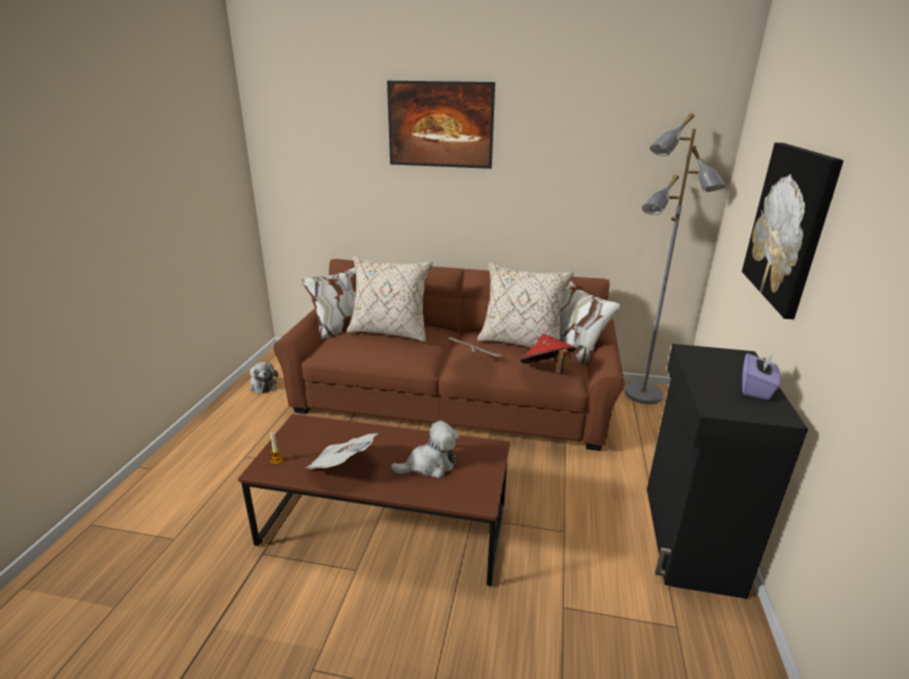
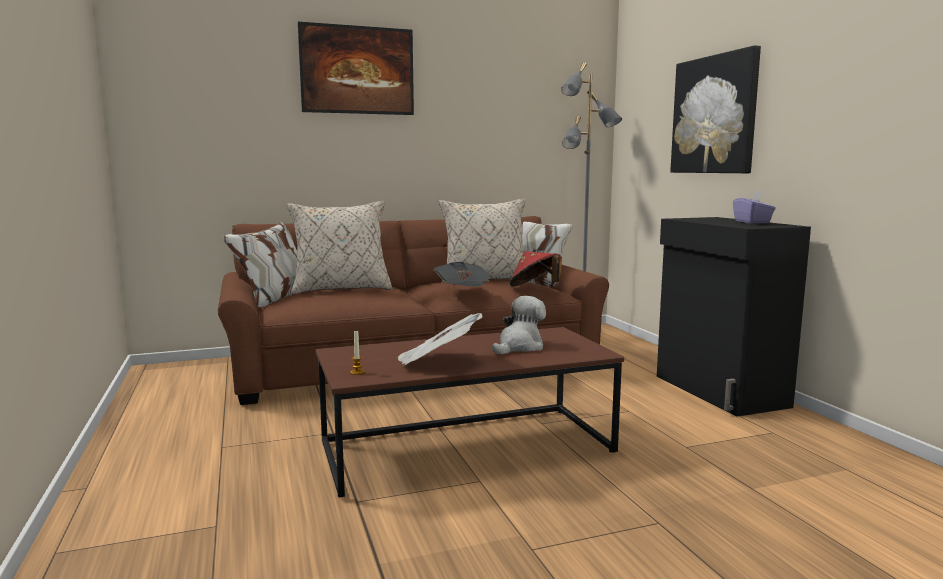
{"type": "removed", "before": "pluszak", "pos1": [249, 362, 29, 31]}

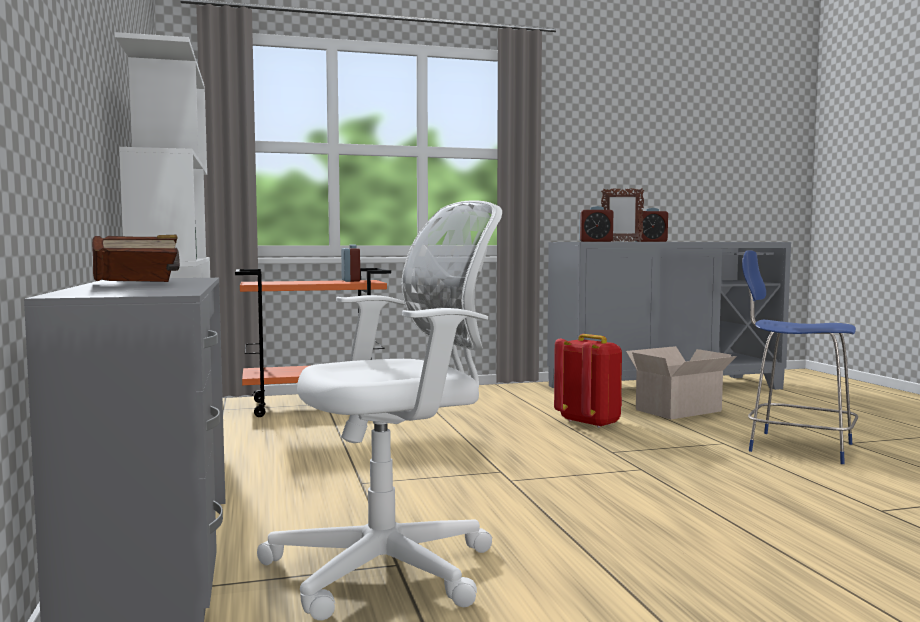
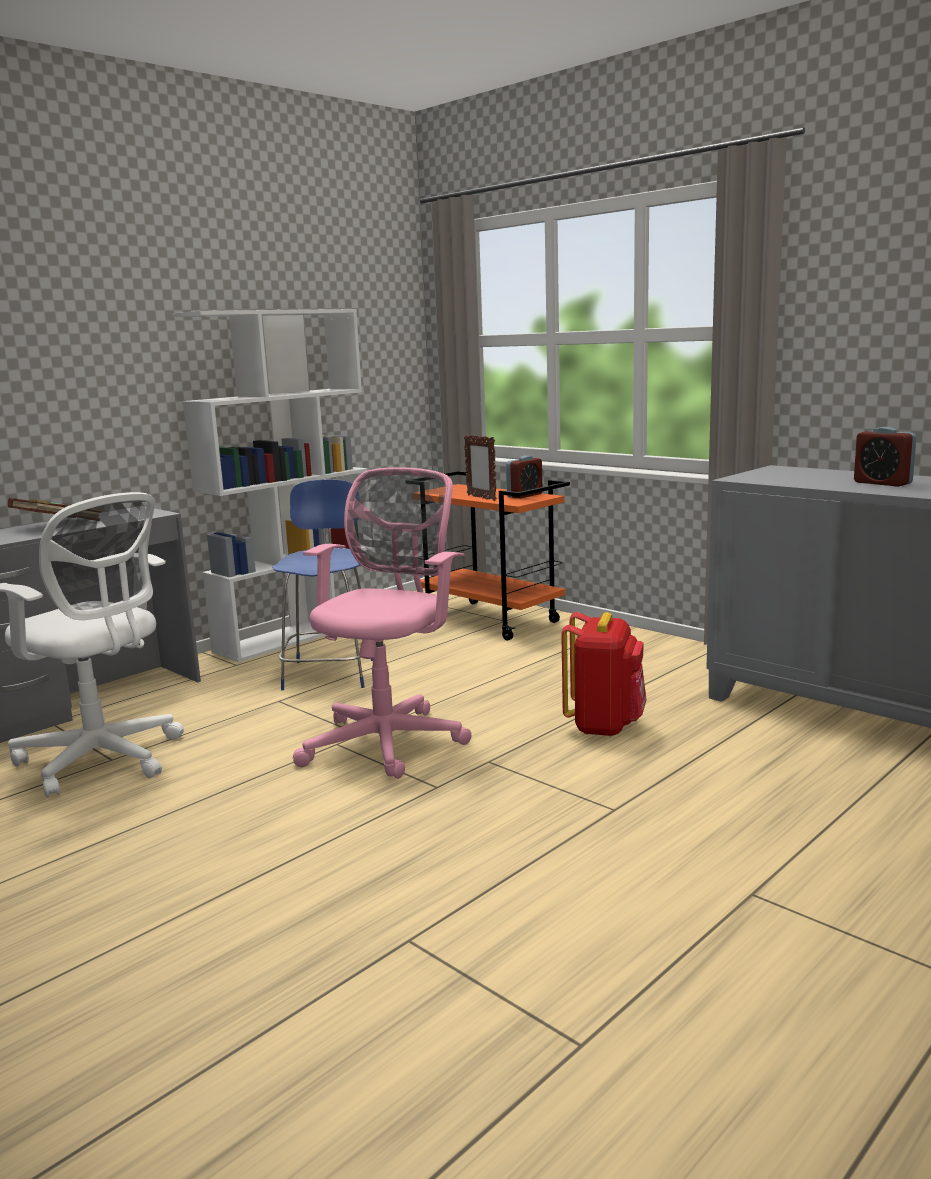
{"type": "removed", "before": "budzik", "pos1": [579, 206, 34, 36]}
{"type": "removed", "before": "karton", "pos1": [626, 346, 111, 73]}
{"type": "added", "after": "krzesło biurowe/różowy", "pos2": [292, 467, 179, 312]}
{"type": "moved", "before": "ramka na zdjęcie", "pos1": [601, 188, 43, 54], "pos2": [464, 435, 33, 66]}
{"type": "moved", "before": "krzesło/niebieski", "pos1": [742, 250, 116, 214], "pos2": [272, 479, 101, 211]}

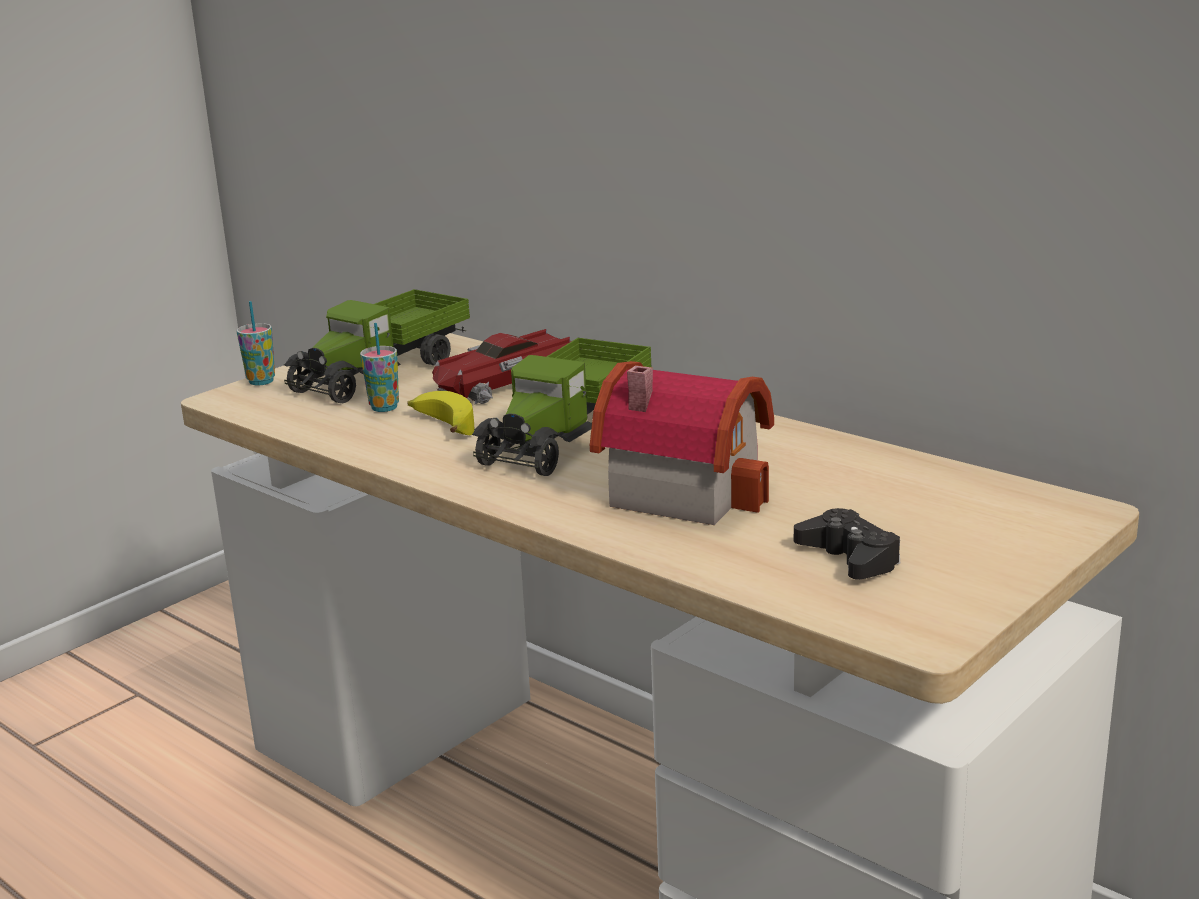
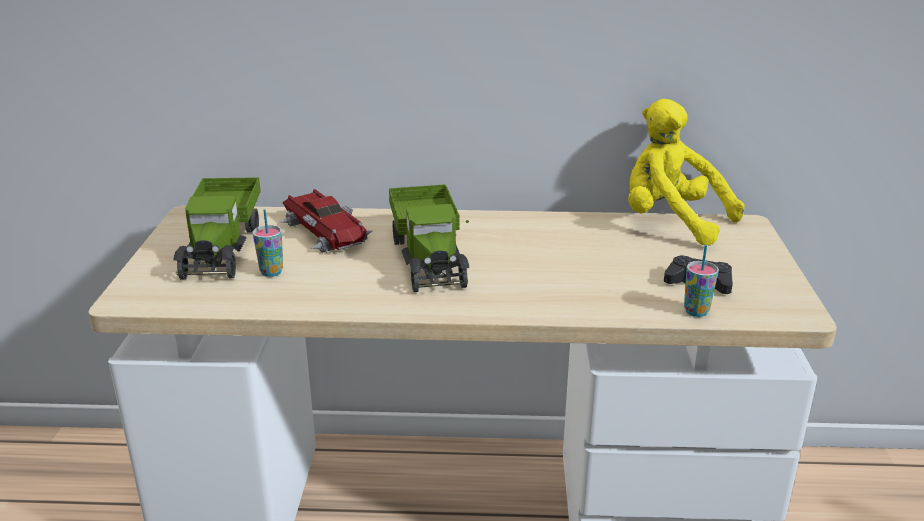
{"type": "removed", "before": "banan", "pos1": [407, 391, 67, 44]}
{"type": "removed", "before": "domek", "pos1": [590, 361, 184, 164]}
{"type": "added", "after": "pluszak/żółty", "pos2": [628, 99, 117, 147]}
{"type": "moved", "before": "filiżanka", "pos1": [237, 301, 38, 85], "pos2": [684, 245, 35, 72]}
{"type": "turned", "before": "samochodzik", "pos1": [432, 329, 149, 76], "pos2": [280, 189, 92, 65], "turn": -45}

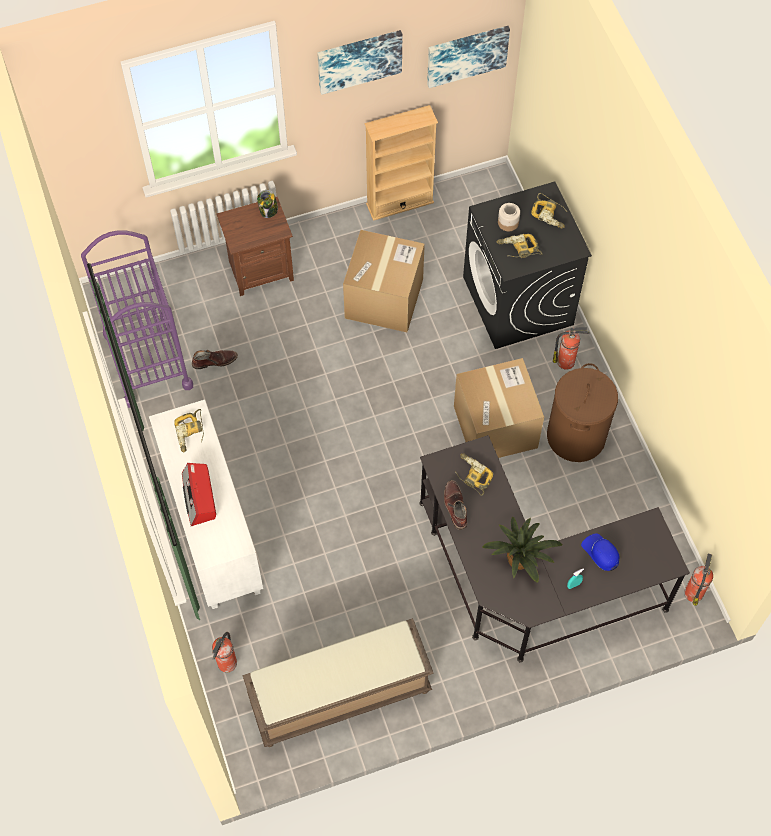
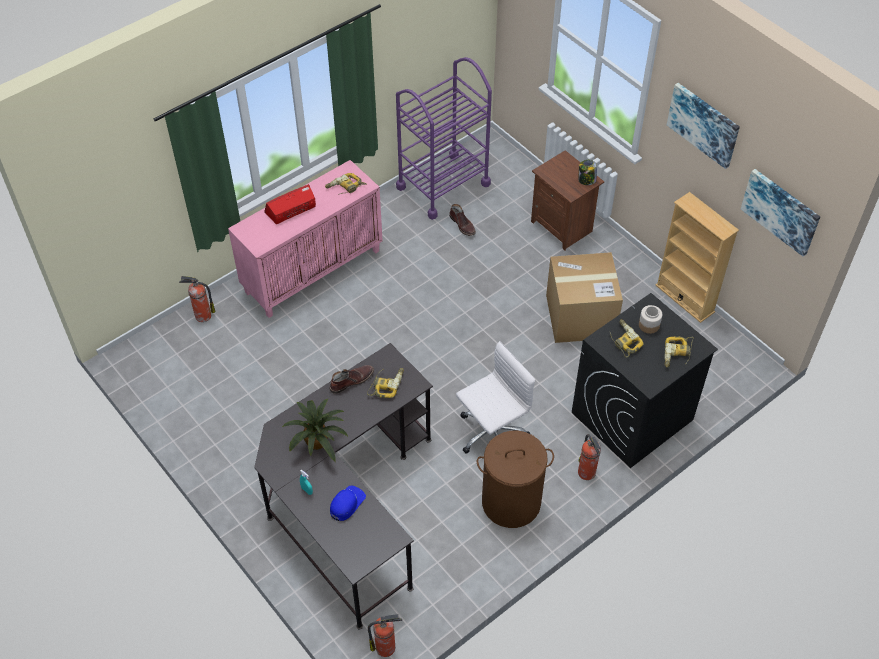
{"type": "removed", "before": "ławka/brązowy", "pos1": [242, 618, 192, 129]}
{"type": "replaced", "before": "karton", "after": "krzesło biurowe/biały", "pos1": [454, 358, 90, 100], "pos2": [456, 341, 79, 113]}
{"type": "recoloured", "before": "szafka/biały", "after": "szafka/różowy", "pos1": [149, 399, 114, 210], "pos2": [228, 160, 155, 158]}

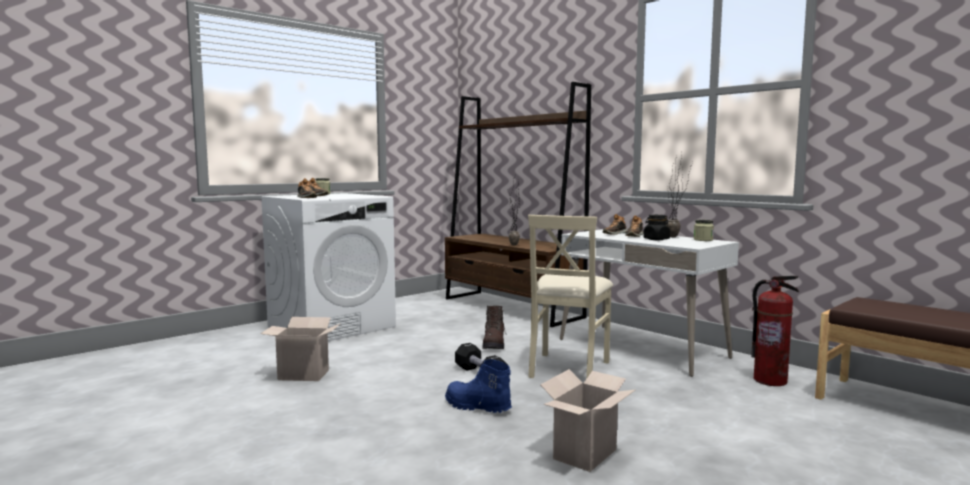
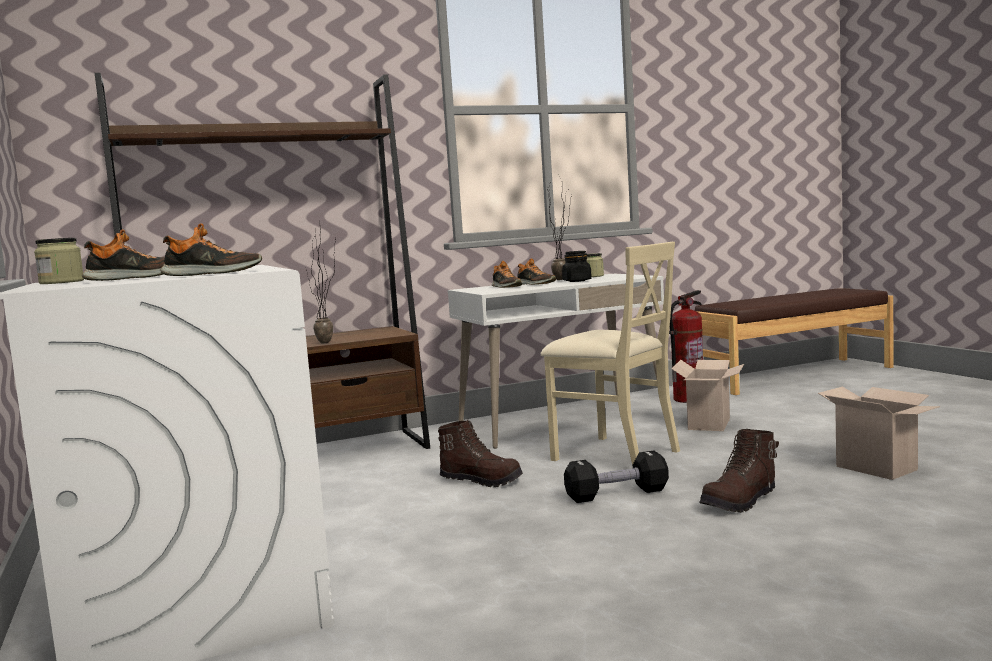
{"type": "moved", "before": "karton", "pos1": [260, 317, 81, 64], "pos2": [671, 360, 73, 71]}
{"type": "recoloured", "before": "but z cholewką/niebieski", "after": "but z cholewką/brązowy", "pos1": [445, 359, 67, 54], "pos2": [699, 429, 80, 84]}

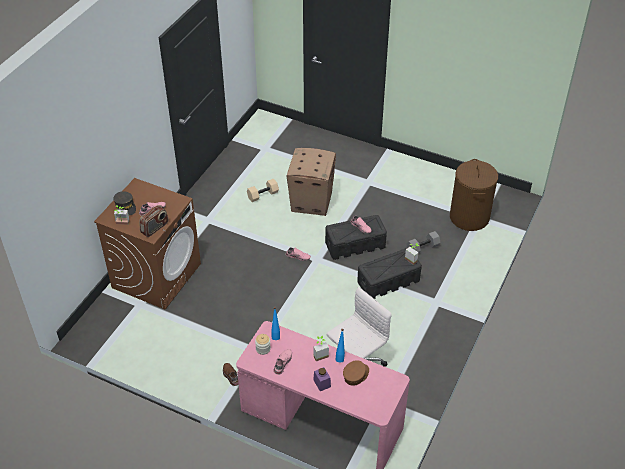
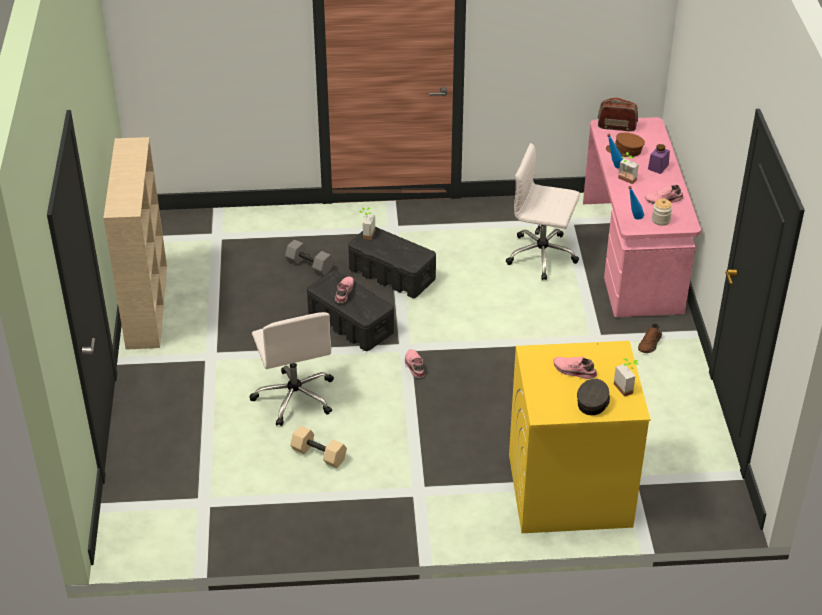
{"type": "removed", "before": "kosz na pranie/brązowy", "pos1": [450, 159, 48, 72]}
{"type": "added", "after": "regał/beżowy", "pos2": [104, 137, 63, 213]}
{"type": "moved", "before": "radio", "pos1": [139, 205, 29, 32], "pos2": [598, 97, 40, 34]}
{"type": "replaced", "before": "karton", "after": "krzesło biurowe/biały", "pos1": [287, 148, 49, 68], "pos2": [249, 312, 85, 114]}
{"type": "recoloured", "before": "pralka/brązowy", "after": "pralka/żółty", "pos1": [94, 178, 107, 131], "pos2": [509, 341, 141, 192]}

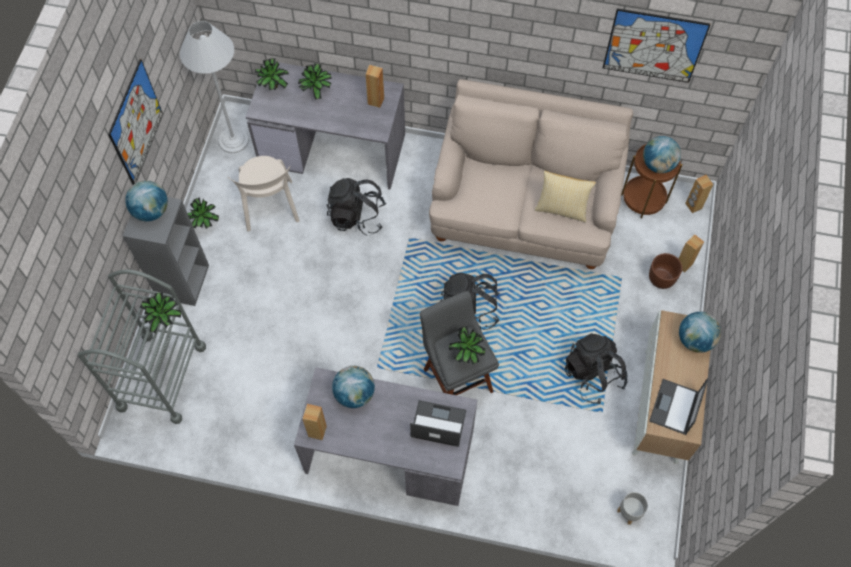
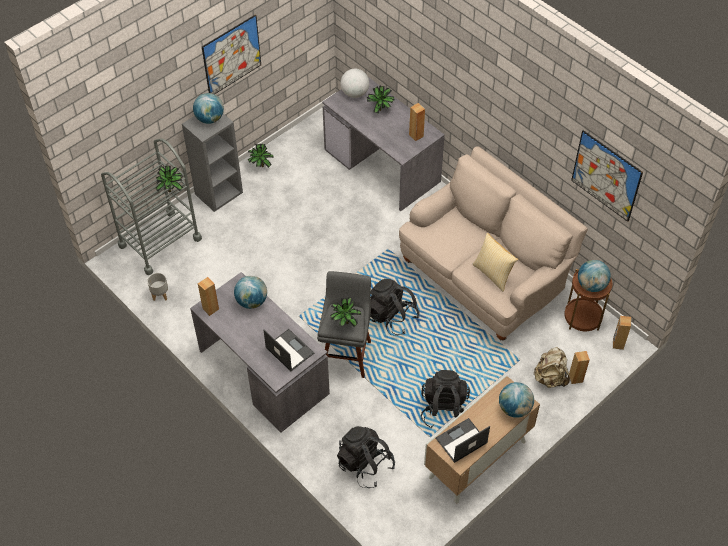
{"type": "removed", "before": "lampa stojąca/biały", "pos1": [180, 21, 69, 132]}
{"type": "removed", "before": "krzesło/beżowy", "pos1": [228, 156, 71, 75]}
{"type": "moved", "before": "plecak/czarny", "pos1": [326, 178, 61, 57], "pos2": [337, 426, 58, 62]}
{"type": "moved", "before": "donica/szary", "pos1": [617, 492, 31, 33], "pos2": [147, 273, 21, 28]}
{"type": "replaced", "before": "roślina doniczkowa", "after": "globus", "pos1": [255, 58, 34, 32], "pos2": [340, 69, 29, 29]}
{"type": "replaced", "before": "donica/brązowy", "after": "plecak/beżowy", "pos1": [649, 253, 33, 36], "pos2": [533, 347, 37, 41]}

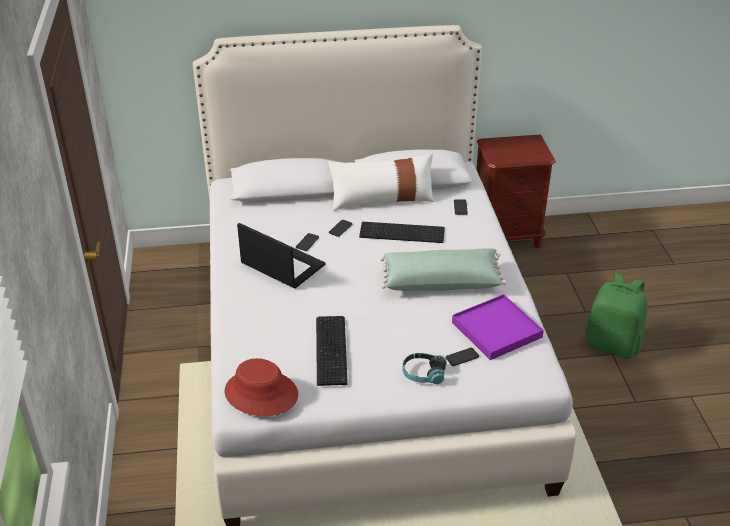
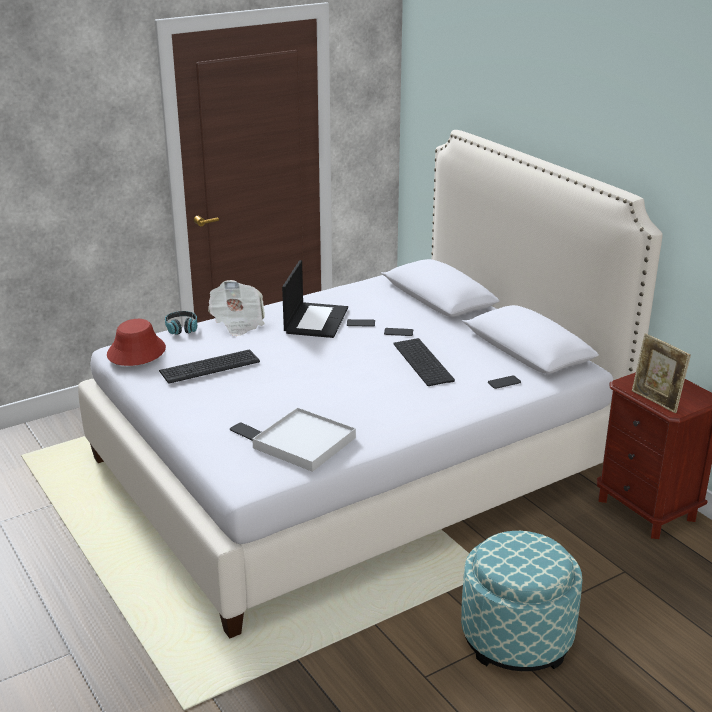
{"type": "removed", "before": "poduszka/biały", "pos1": [328, 153, 107, 58]}
{"type": "removed", "before": "poduszka/zielony", "pos1": [380, 248, 127, 43]}
{"type": "added", "after": "gazeta", "pos2": [208, 280, 57, 56]}
{"type": "added", "after": "ramka na zdjęcie", "pos2": [632, 333, 59, 80]}
{"type": "moved", "before": "słuchawki", "pos1": [402, 353, 45, 31], "pos2": [165, 311, 32, 24]}
{"type": "replaced", "before": "plecak/zielony", "after": "pufa", "pos1": [585, 273, 62, 86], "pos2": [461, 531, 121, 140]}
{"type": "recoloured", "before": "taca/fioletowy", "after": "taca/biały", "pos1": [452, 294, 92, 66], "pos2": [252, 407, 104, 65]}

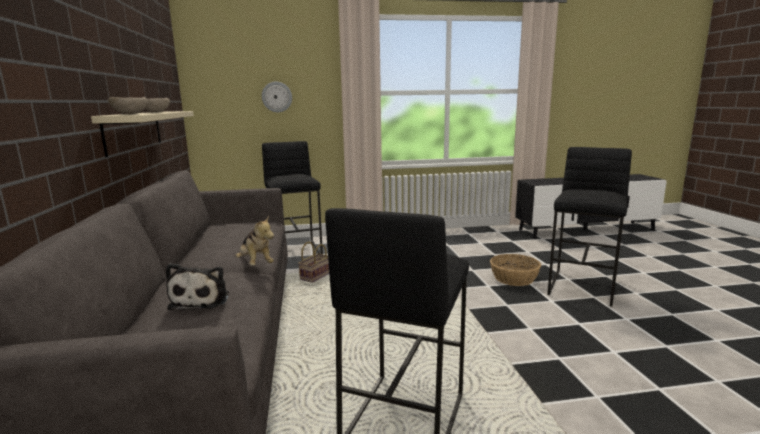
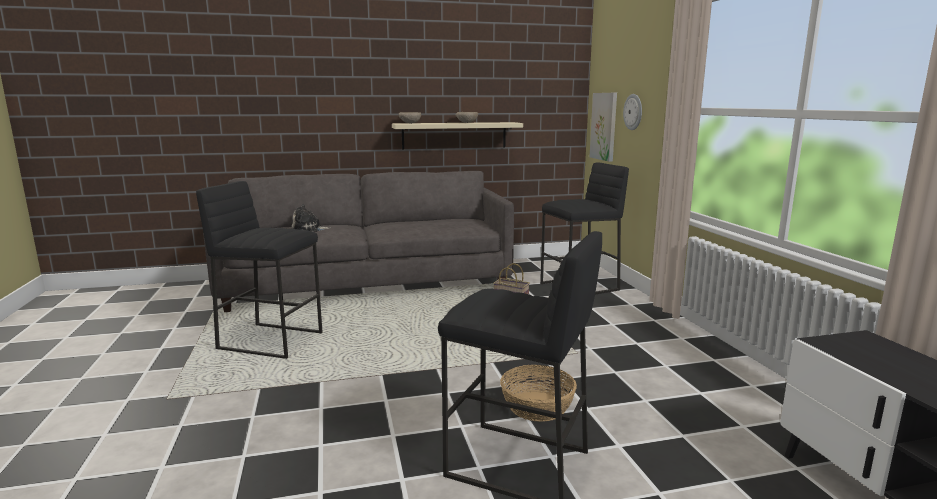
{"type": "removed", "before": "pluszak", "pos1": [236, 216, 38, 50]}
{"type": "added", "after": "obraz", "pos2": [589, 93, 28, 69]}

